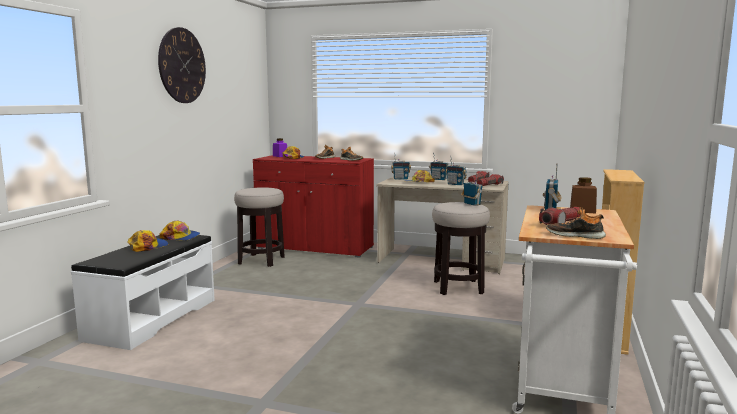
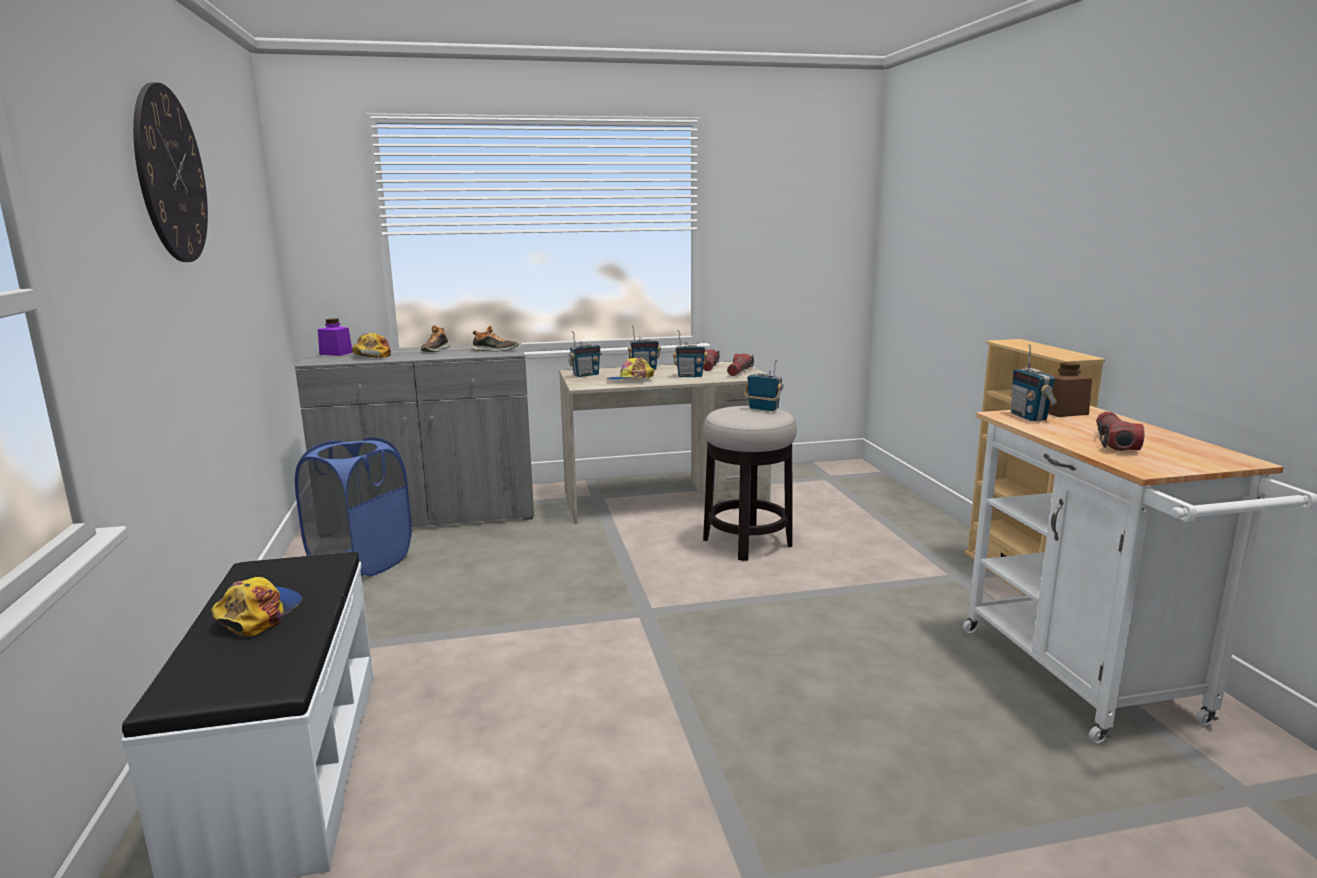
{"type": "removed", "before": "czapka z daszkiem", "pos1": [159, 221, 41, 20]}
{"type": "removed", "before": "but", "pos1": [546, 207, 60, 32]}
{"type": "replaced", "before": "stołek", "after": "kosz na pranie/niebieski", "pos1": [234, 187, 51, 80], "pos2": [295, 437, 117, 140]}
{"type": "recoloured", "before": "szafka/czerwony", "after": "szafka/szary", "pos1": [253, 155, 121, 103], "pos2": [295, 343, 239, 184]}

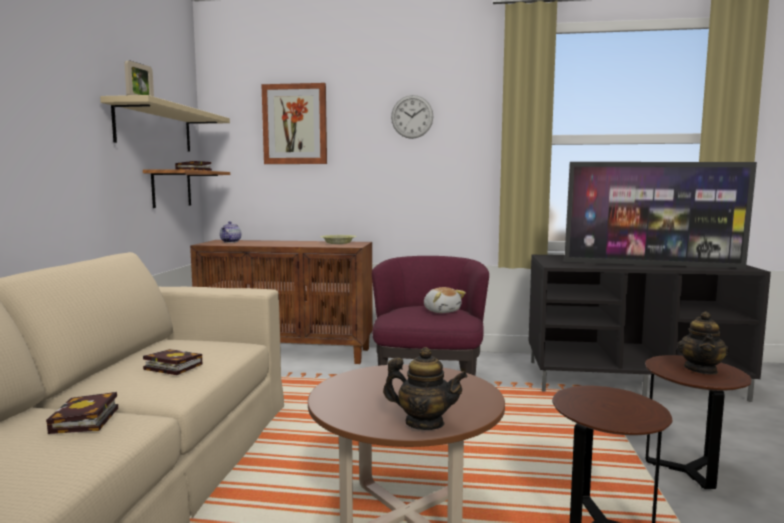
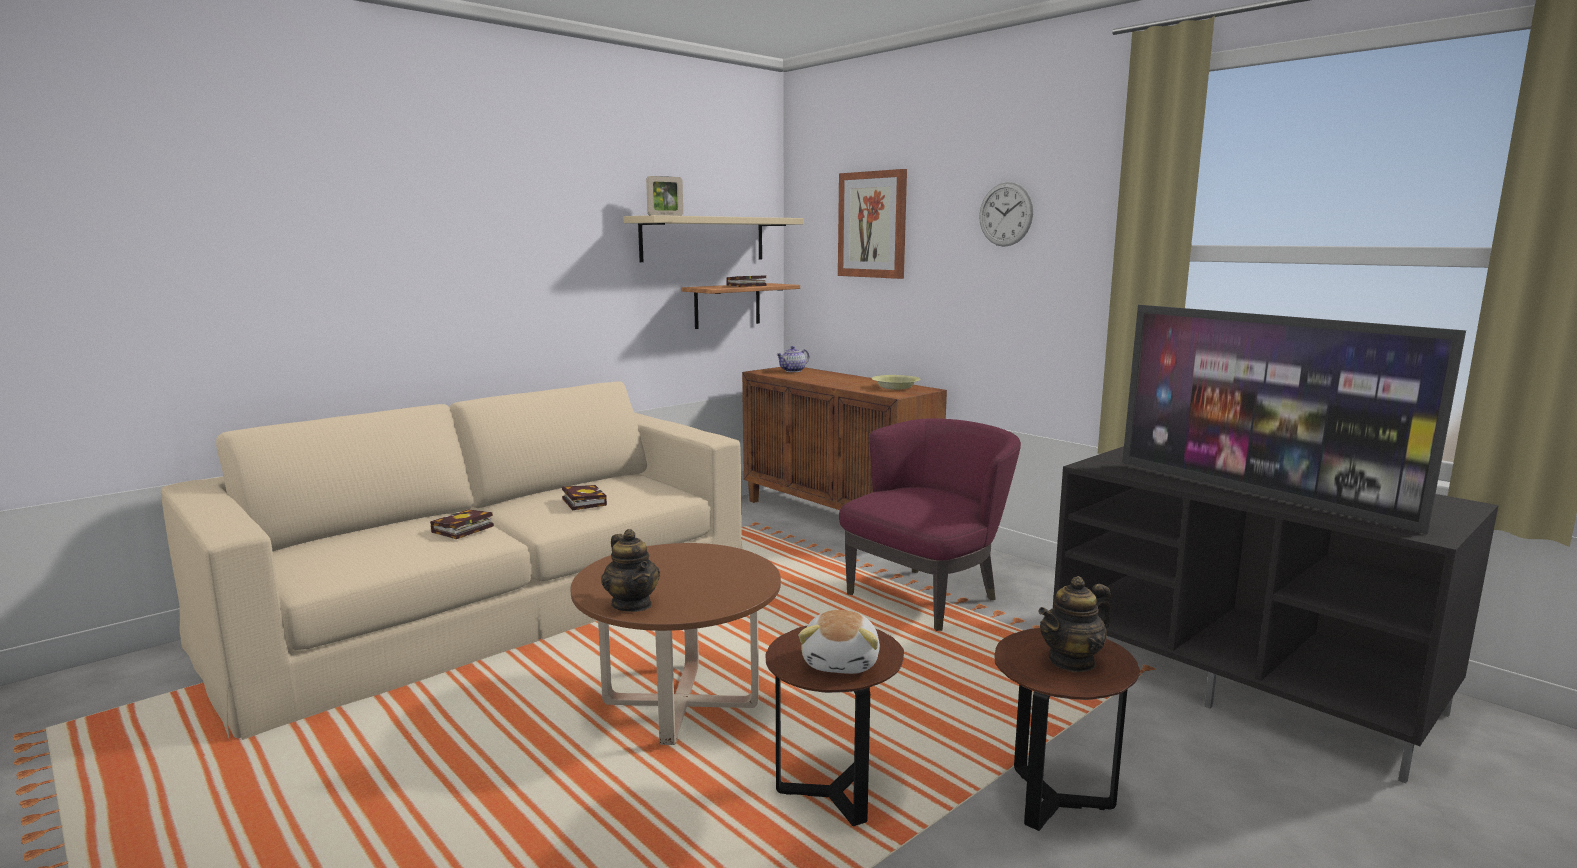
{"type": "moved", "before": "pluszak", "pos1": [424, 287, 42, 26], "pos2": [798, 610, 82, 64]}

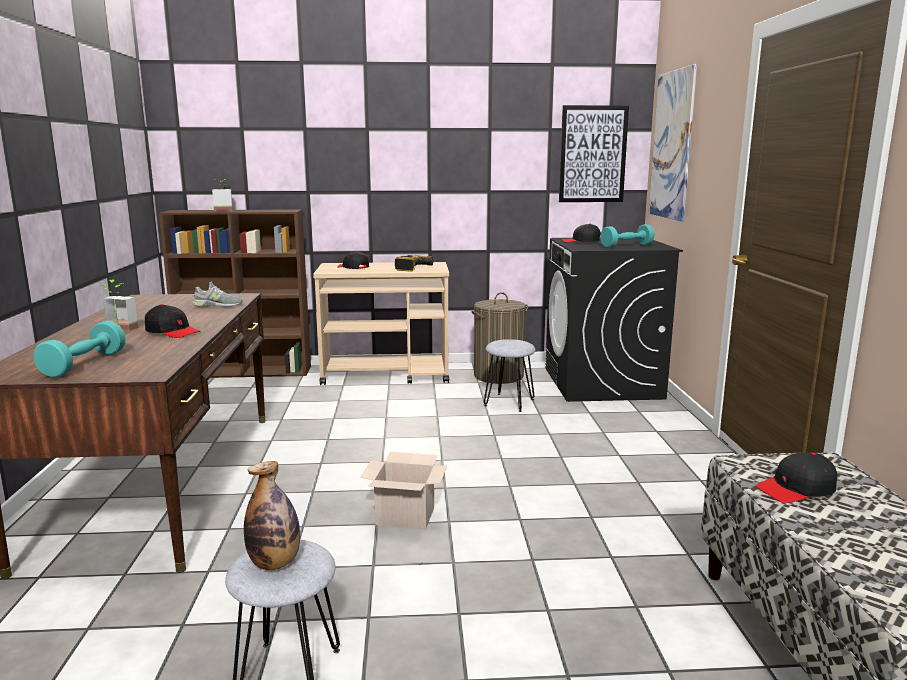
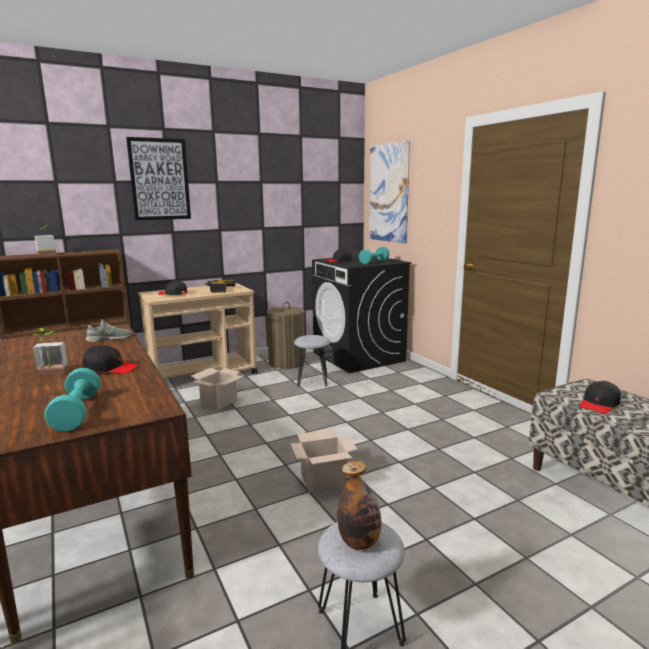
{"type": "added", "after": "karton", "pos2": [191, 368, 53, 42]}
{"type": "moved", "before": "obraz", "pos1": [559, 105, 70, 97], "pos2": [126, 137, 65, 83]}

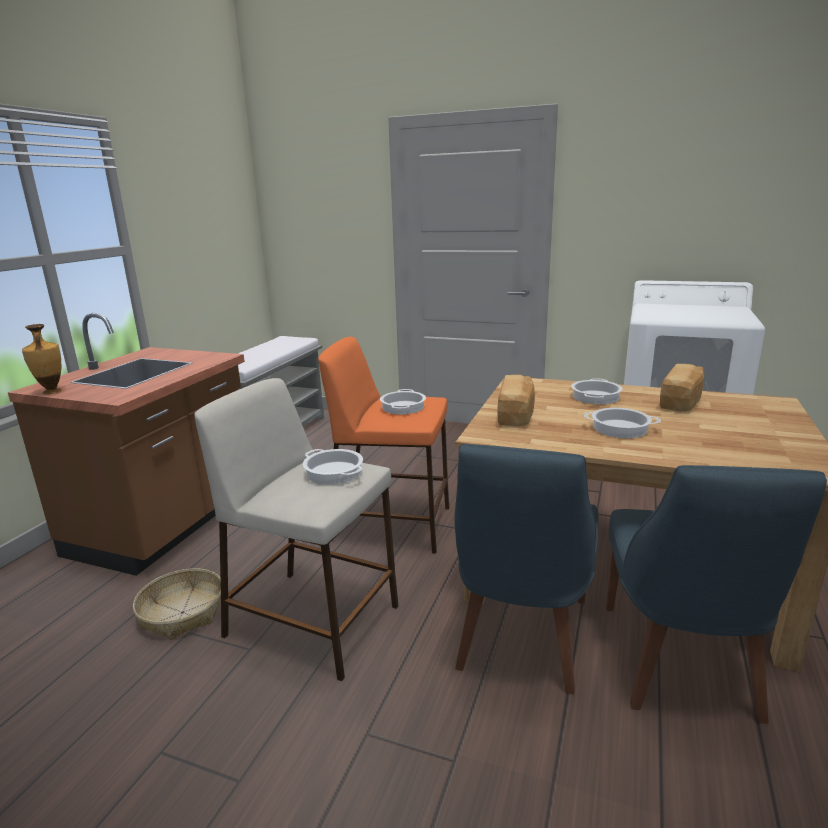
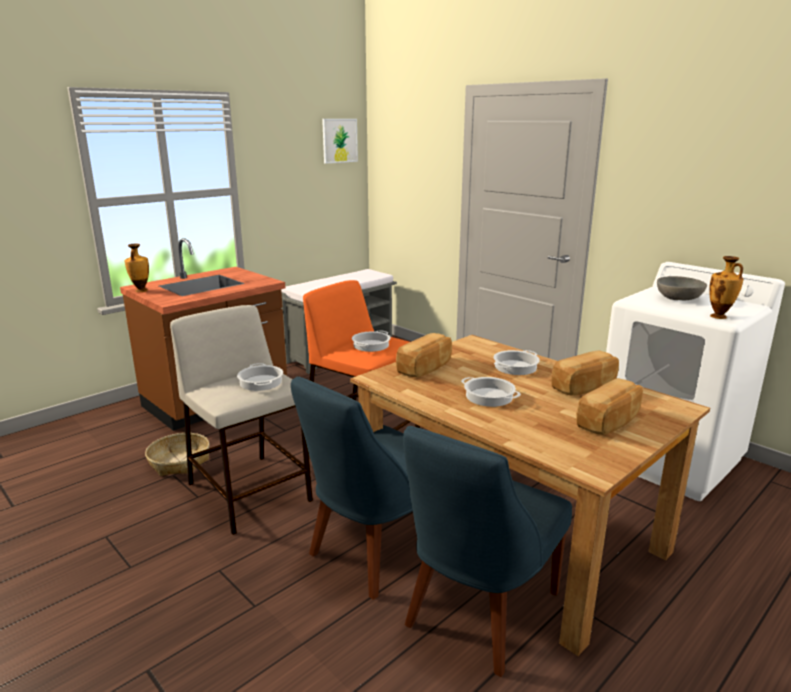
{"type": "added", "after": "obraz", "pos2": [322, 119, 36, 45]}
{"type": "added", "after": "chleb", "pos2": [576, 378, 67, 57]}
{"type": "added", "after": "miska/szary", "pos2": [657, 276, 50, 24]}
{"type": "added", "after": "wazon", "pos2": [709, 256, 34, 63]}

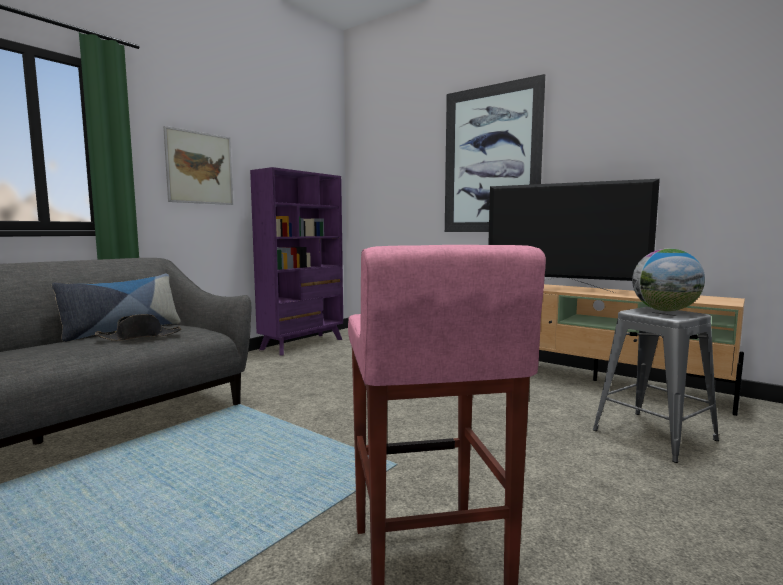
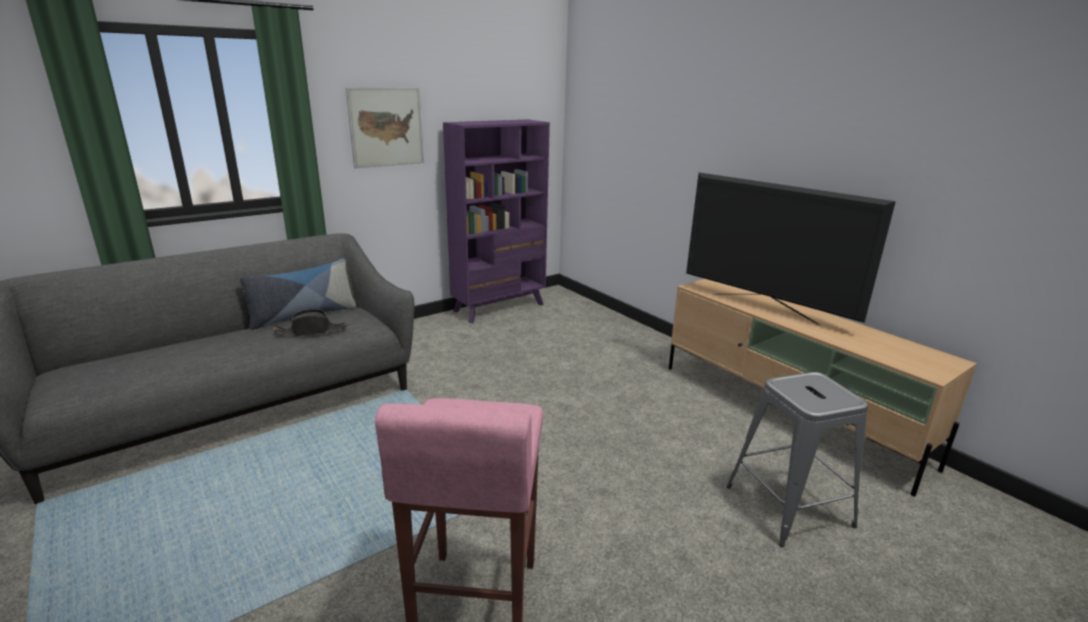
{"type": "removed", "before": "obraz", "pos1": [445, 74, 100, 158]}
{"type": "removed", "before": "globus", "pos1": [632, 249, 73, 62]}

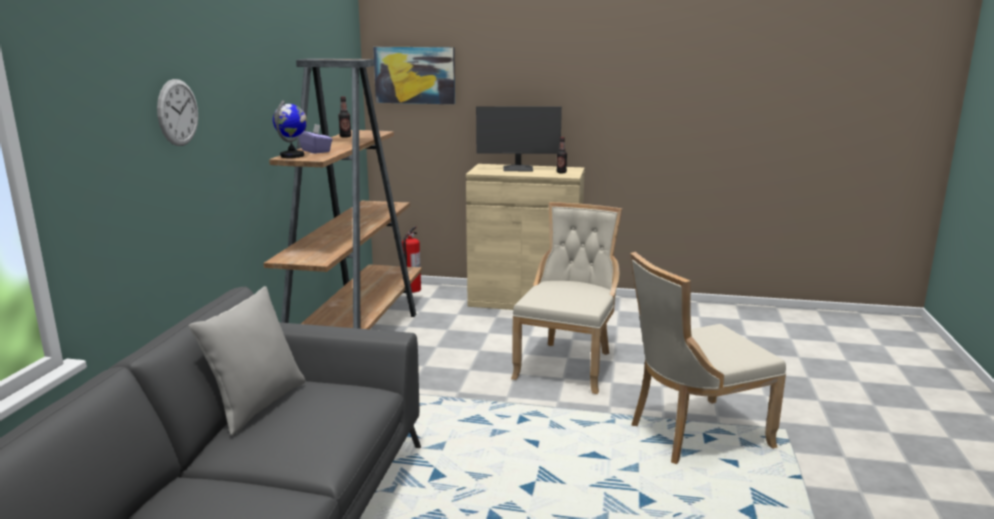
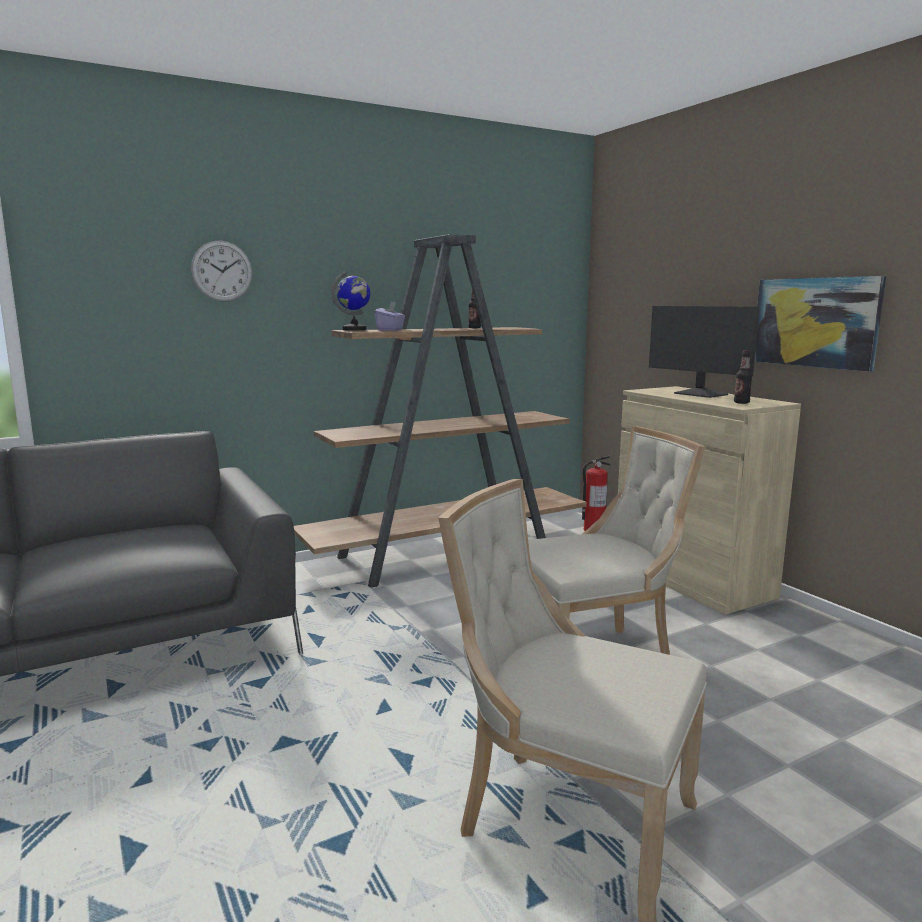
{"type": "removed", "before": "poduszka/szary", "pos1": [189, 286, 117, 150]}
{"type": "moved", "before": "obraz", "pos1": [373, 47, 82, 57], "pos2": [754, 276, 132, 96]}

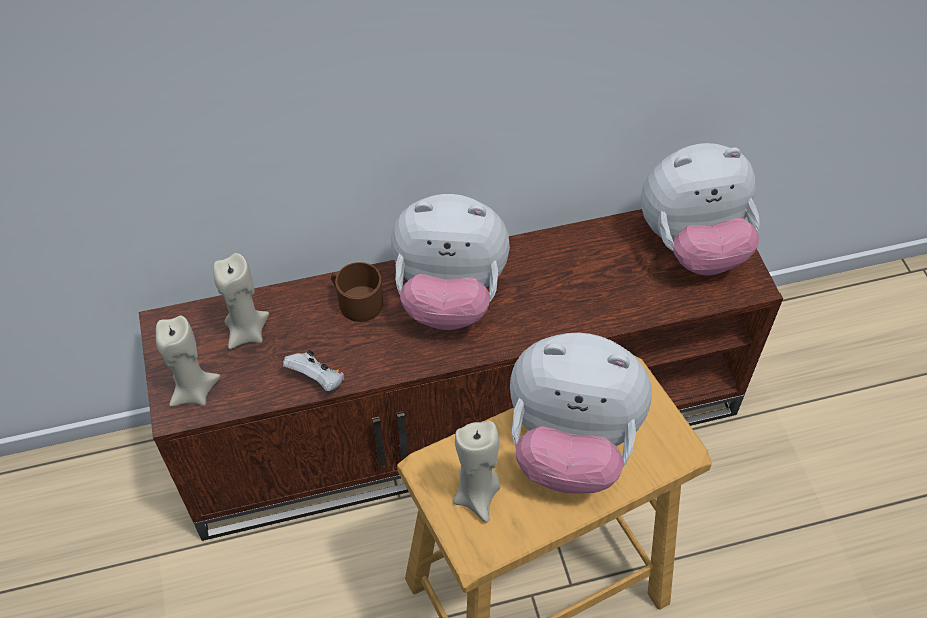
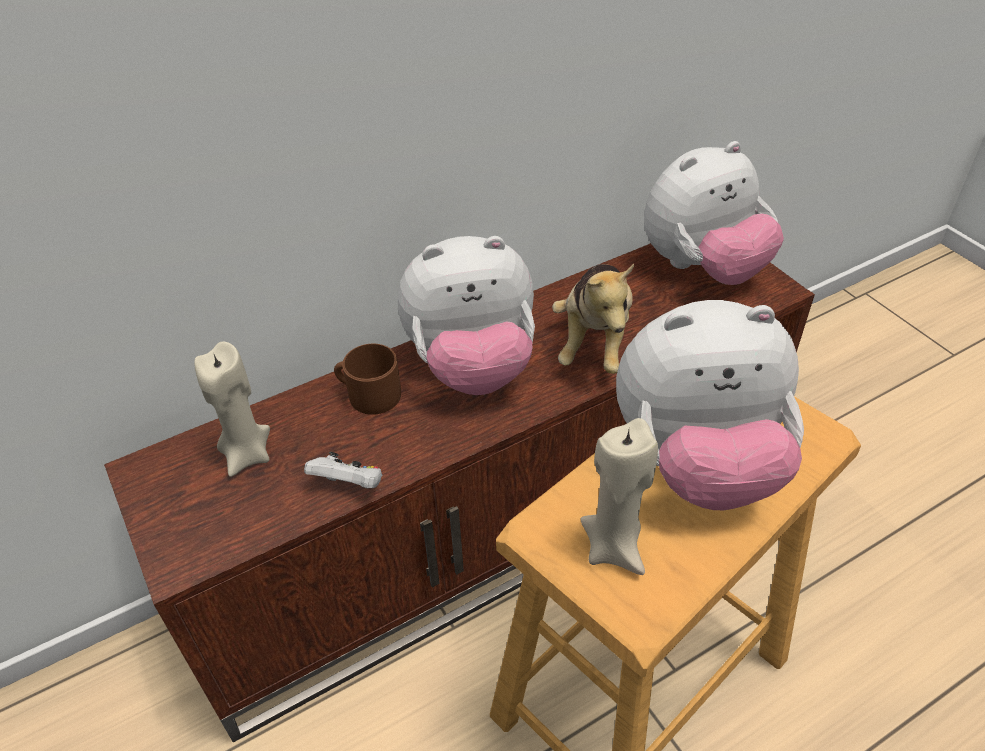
{"type": "removed", "before": "świeca/beżowy", "pos1": [156, 315, 64, 92]}
{"type": "added", "after": "pluszak", "pos2": [552, 264, 82, 110]}

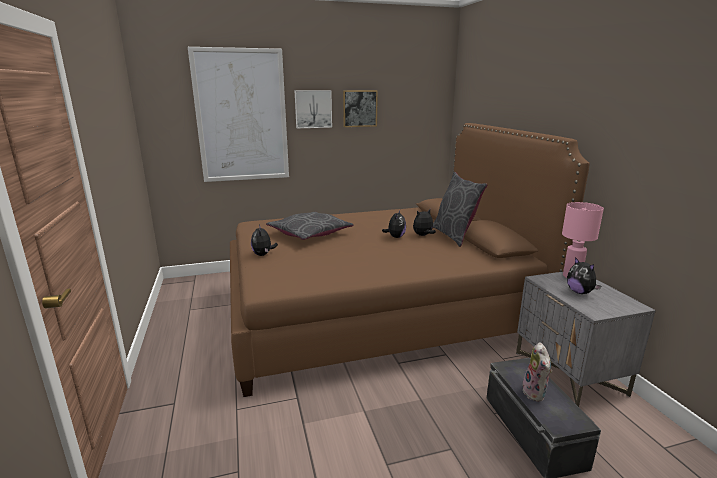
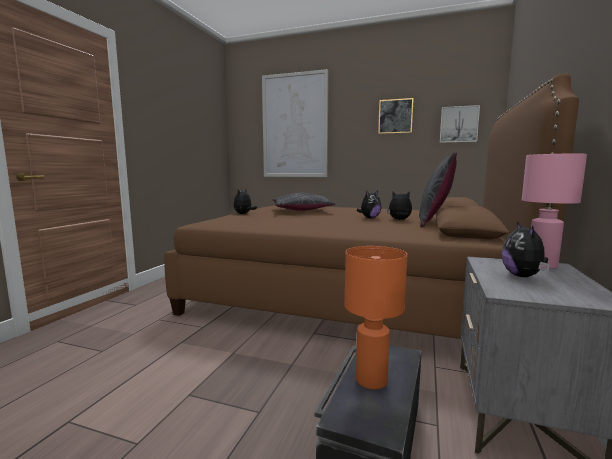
{"type": "moved", "before": "obraz", "pos1": [295, 90, 37, 38], "pos2": [440, 105, 40, 38]}
{"type": "replaced", "before": "pluszak", "after": "lampa stołowa/pomarańczowy", "pos1": [523, 342, 30, 60], "pos2": [345, 246, 62, 144]}

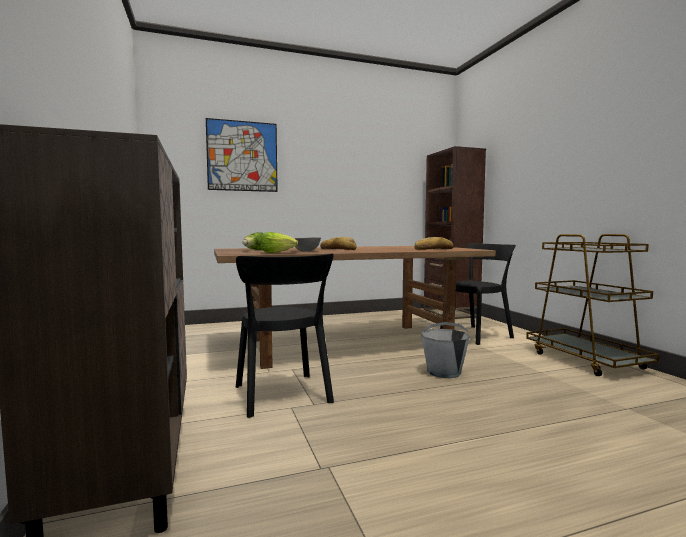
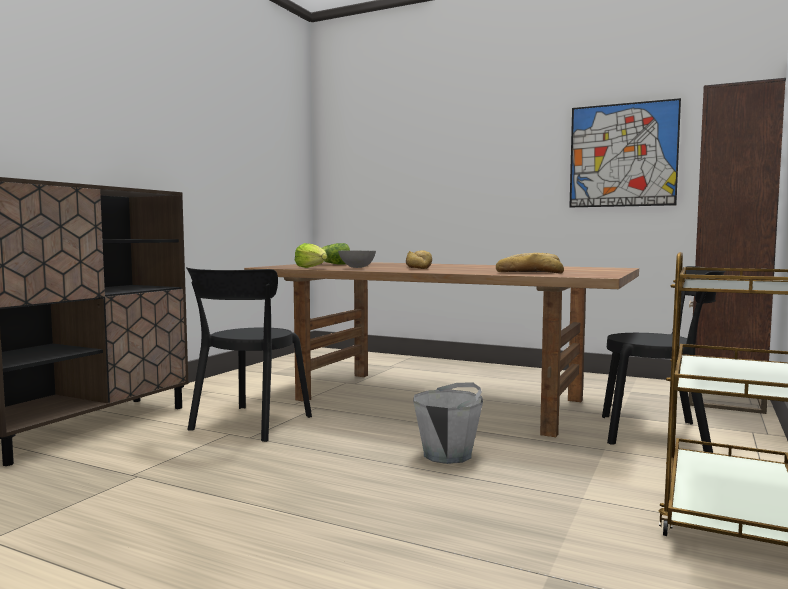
{"type": "moved", "before": "obraz", "pos1": [206, 118, 72, 74], "pos2": [569, 98, 112, 109]}

